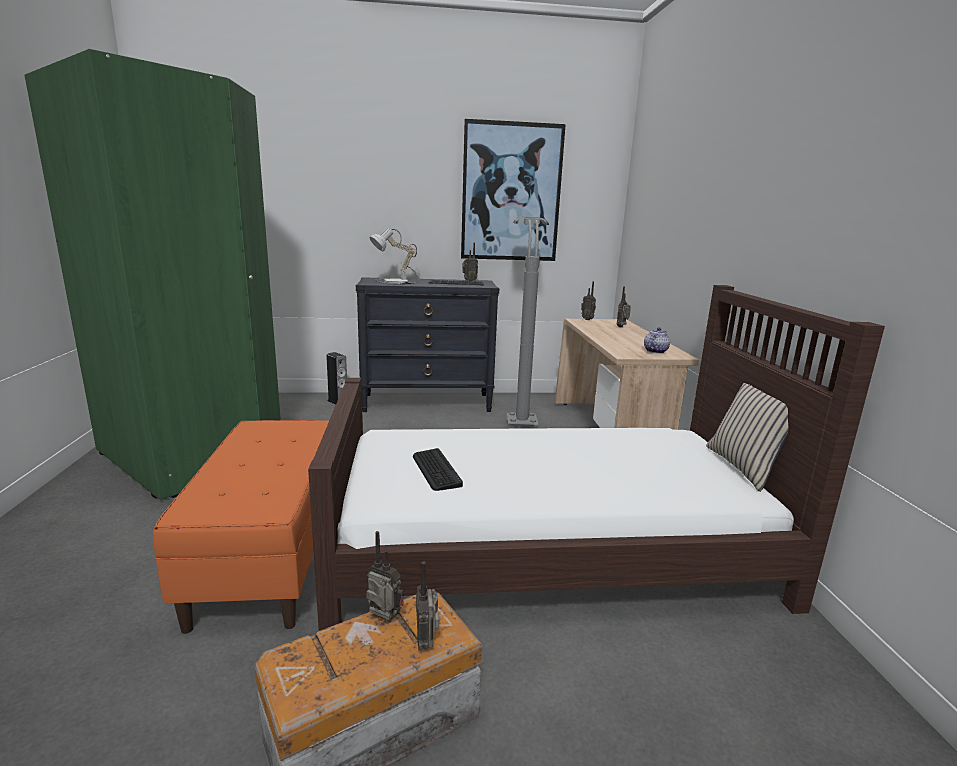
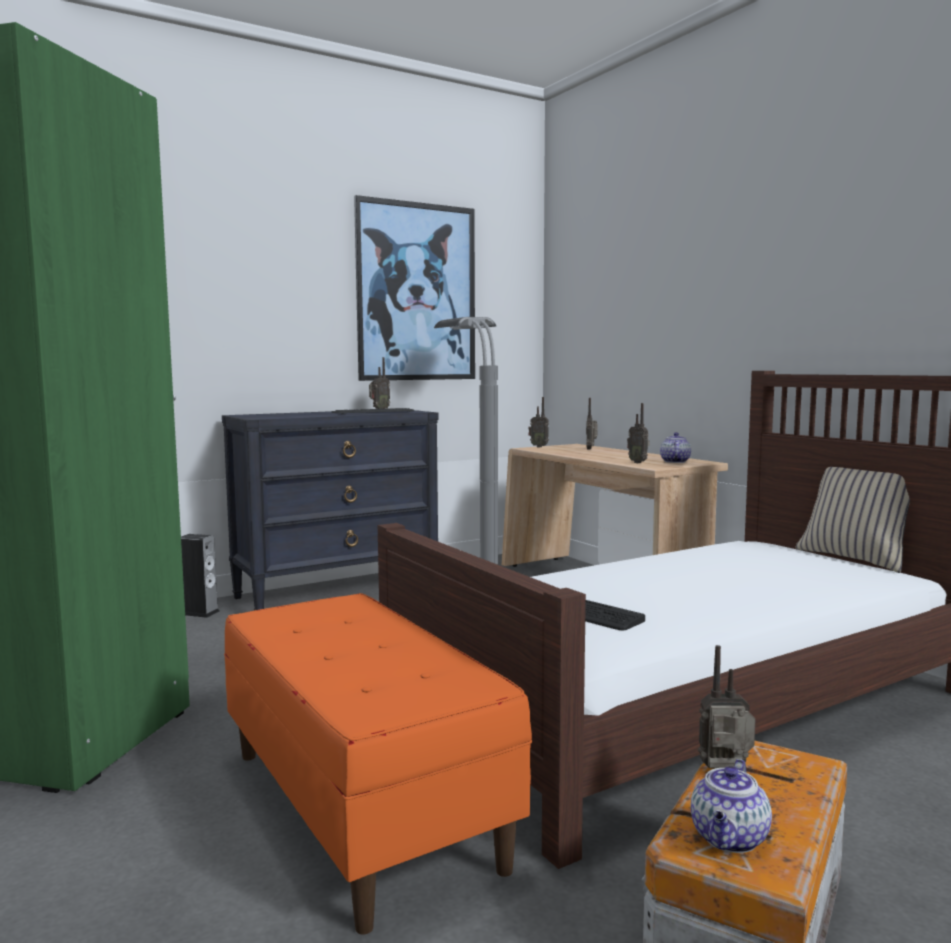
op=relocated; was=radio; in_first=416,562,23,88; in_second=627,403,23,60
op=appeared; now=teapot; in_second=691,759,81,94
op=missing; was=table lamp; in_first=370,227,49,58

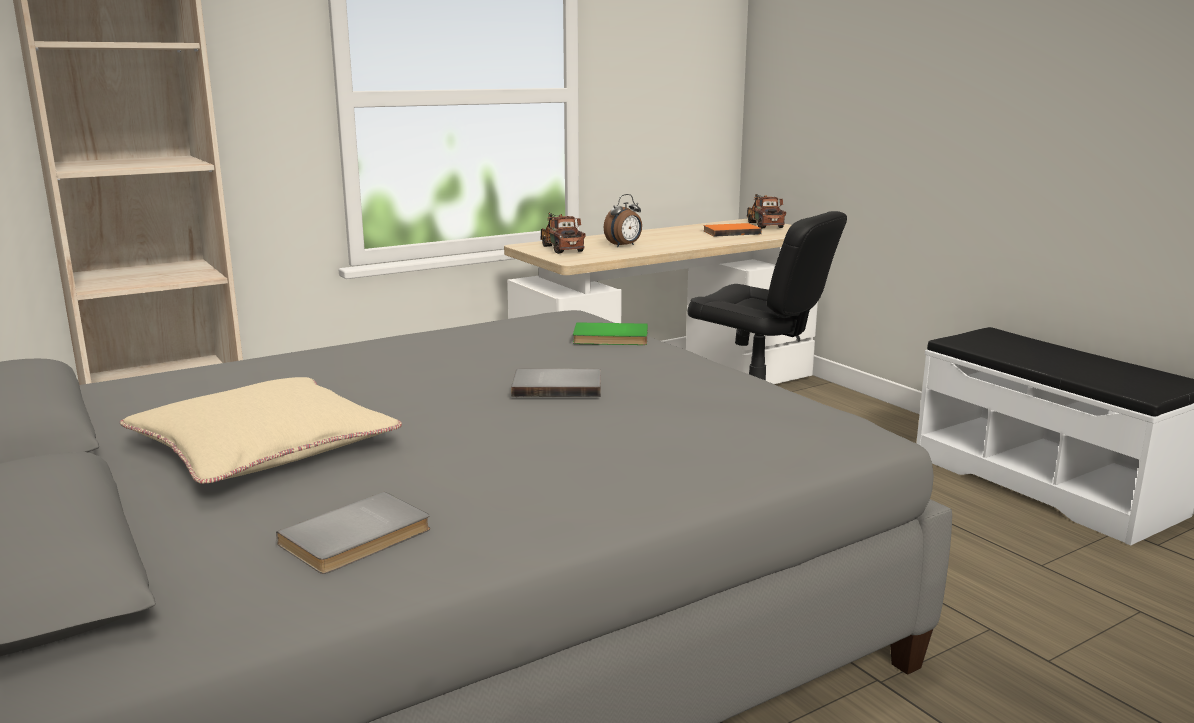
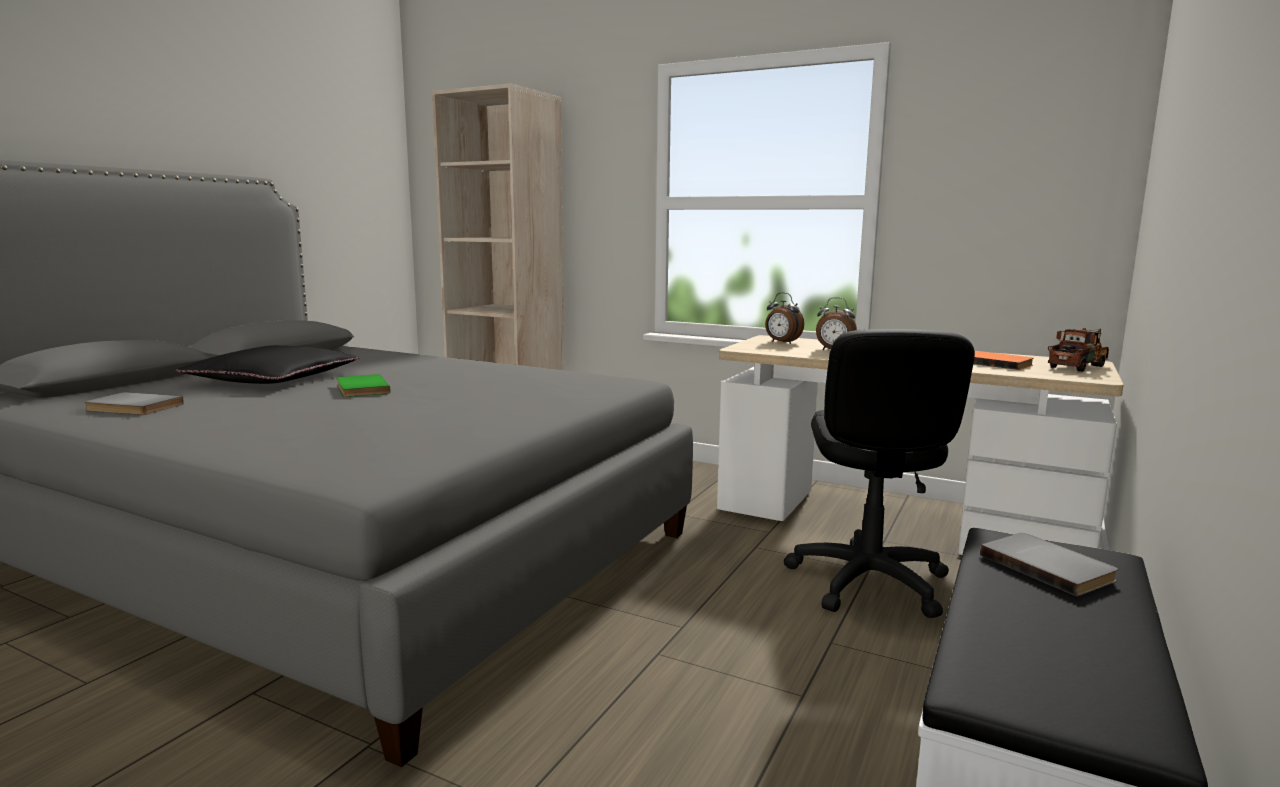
op=colour; was=pillow/beige; now=pillow/black; in_first=120,377,282,107; in_second=176,345,184,39
op=relocated; was=book/green; in_first=573,322,75,23; in_second=337,374,53,23
op=exchanged; was=toy truck; now=alarm clock; in_first=541,213,45,41; in_second=765,292,39,52
op=relocated; was=book/grey; in_first=511,368,90,29; in_second=980,533,138,64

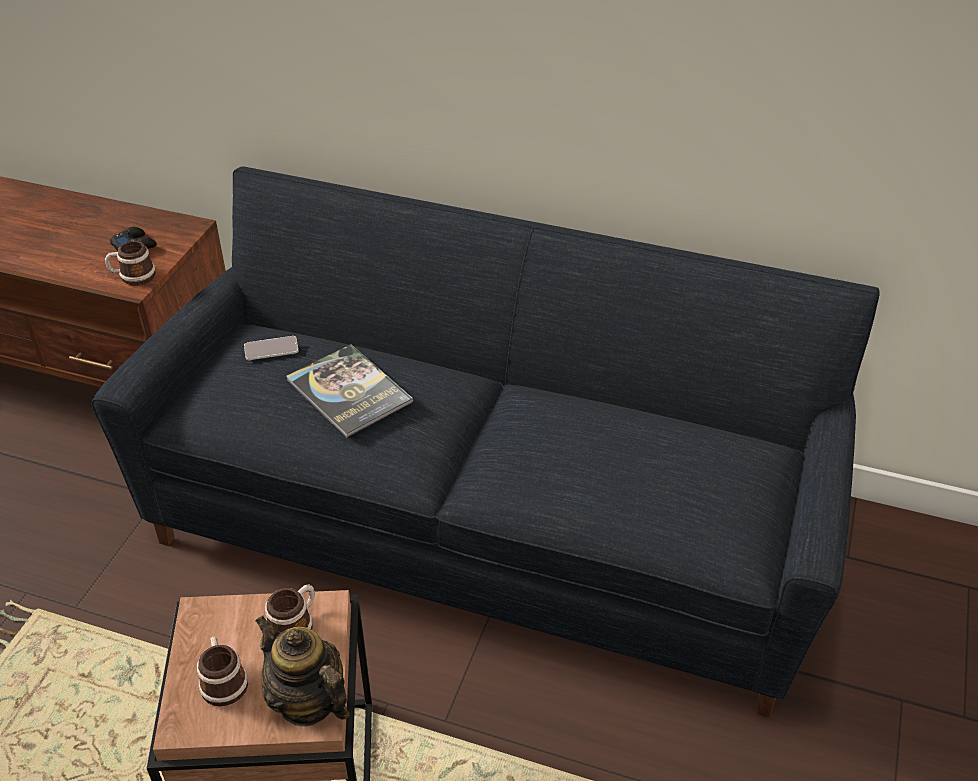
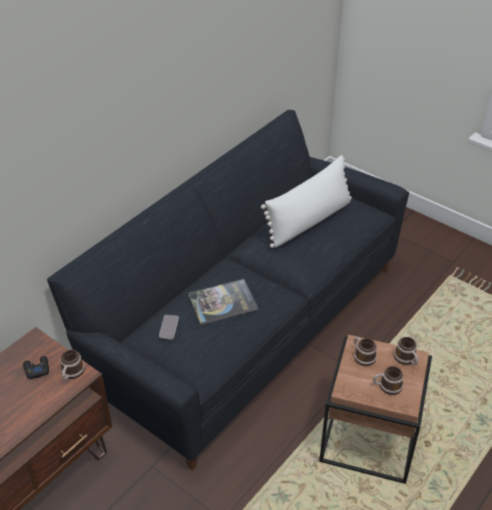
op=appeared; now=pillow/white; in_second=261,155,91,93
op=exchanged; was=teapot; now=mug; in_first=255,615,95,112; in_second=394,337,24,28

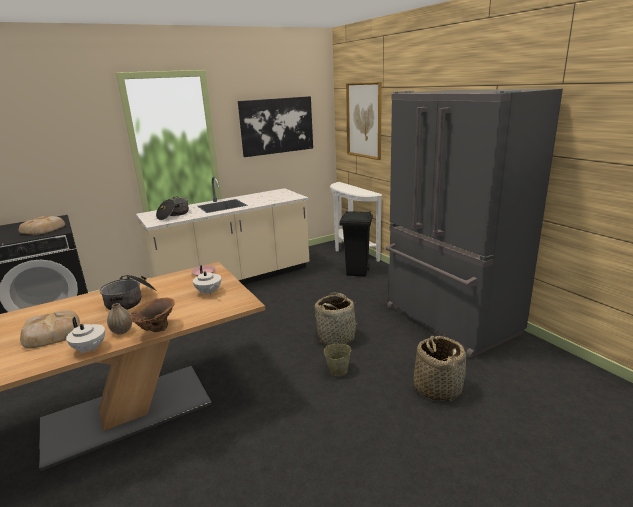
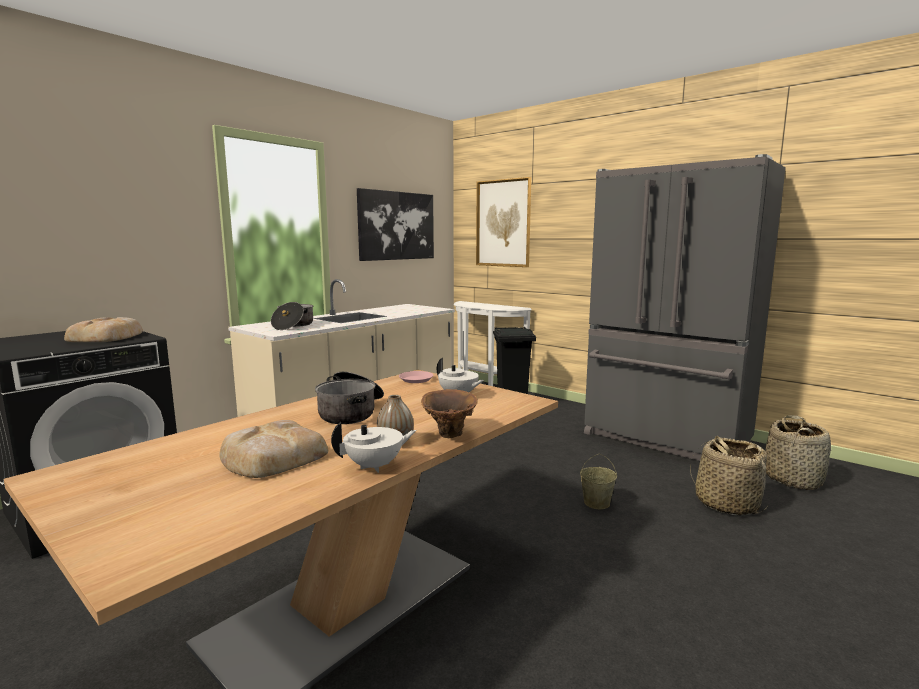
op=spun; was=teapot/white; in_first=66,317,39,36; in_second=331,422,86,51; clockwise=-45
op=relocated; was=basket; in_first=314,292,47,53; in_second=765,415,66,75

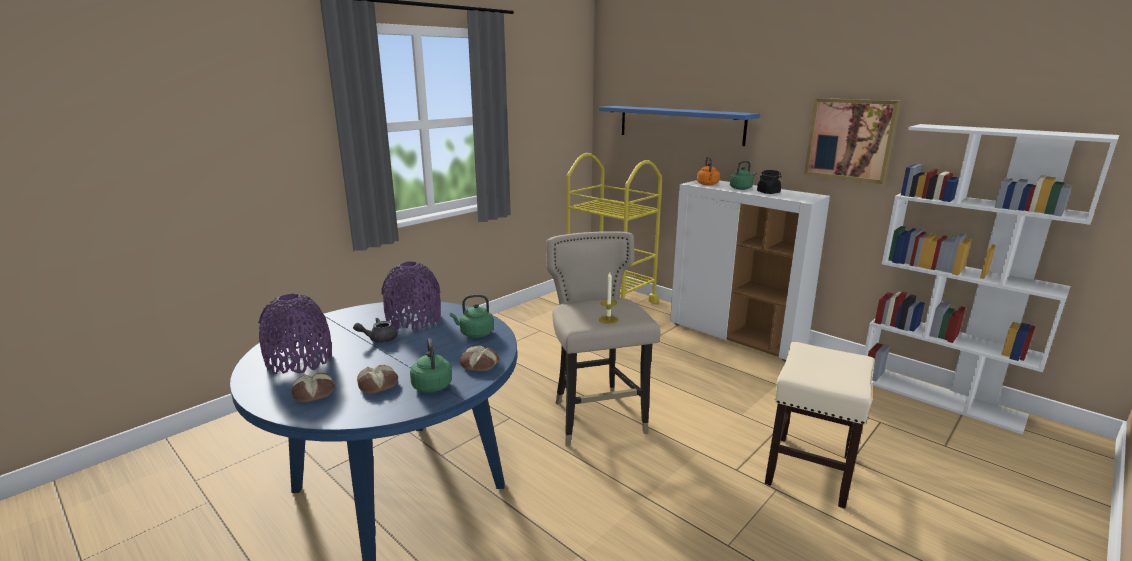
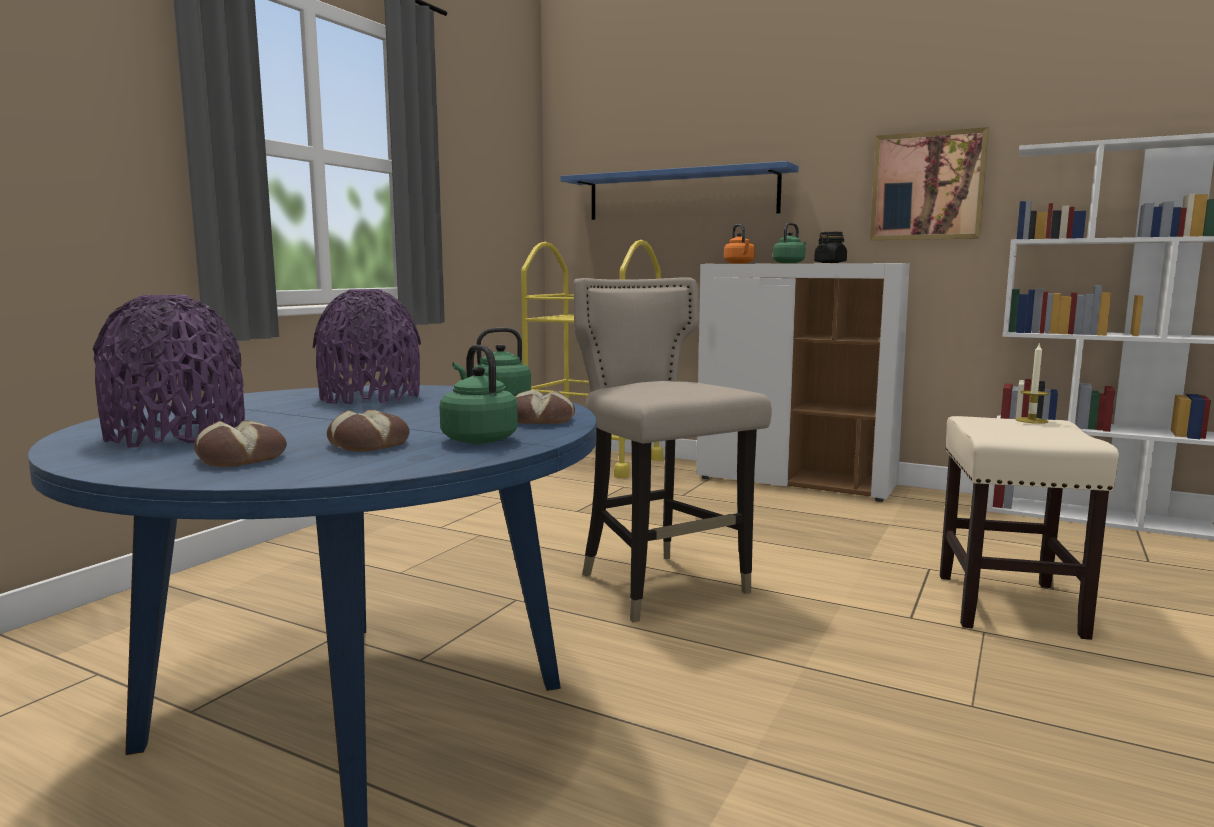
op=relocated; was=candle; in_first=599,272,19,52; in_second=1015,342,34,82
op=missing; was=teapot/grey; in_first=353,318,44,25

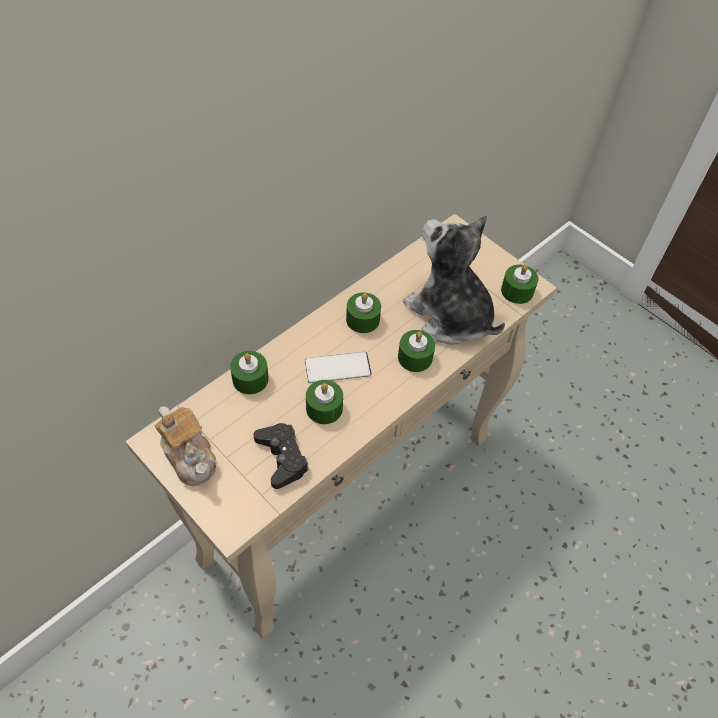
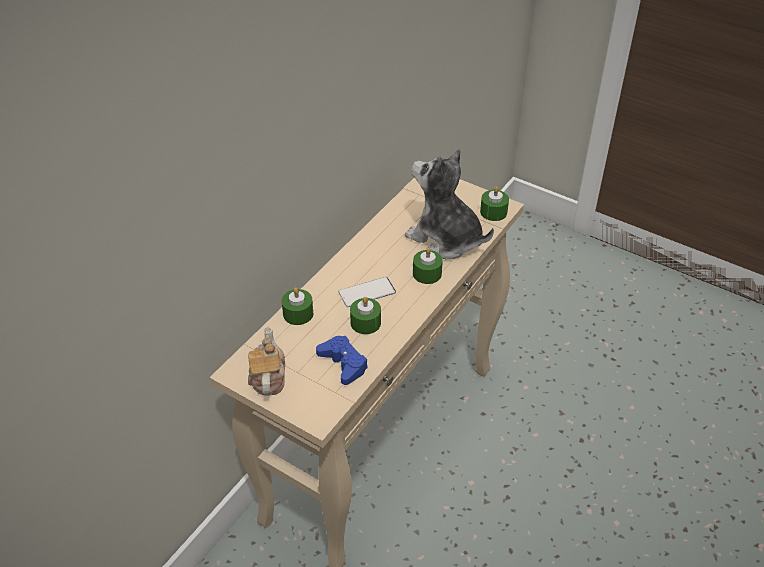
op=spun; was=teapot; in_first=155,406,61,80; in_second=248,327,37,69; clockwise=-135
op=colour; was=game controller/black; now=game controller/blue; in_first=253,423,56,66; in_second=316,336,52,49
op=missing; was=candle/green; in_first=346,293,35,40

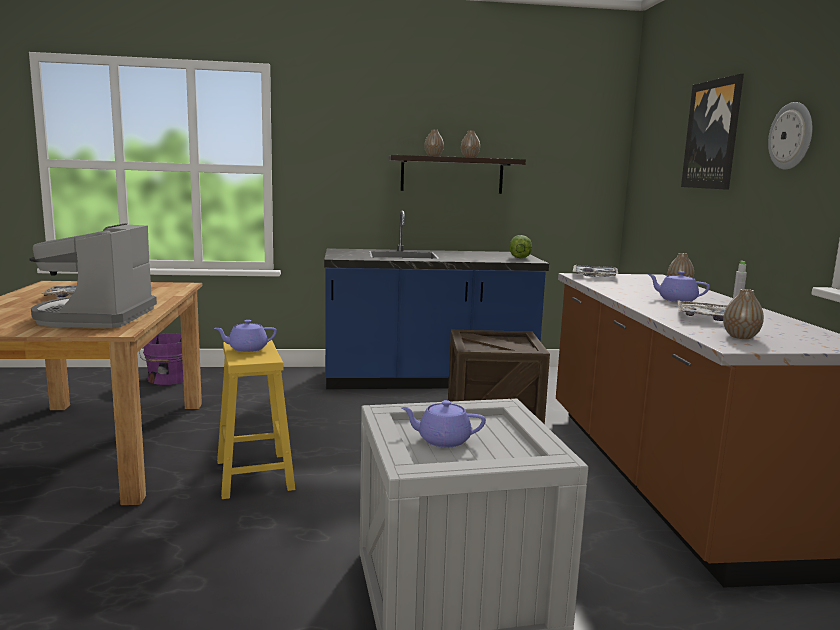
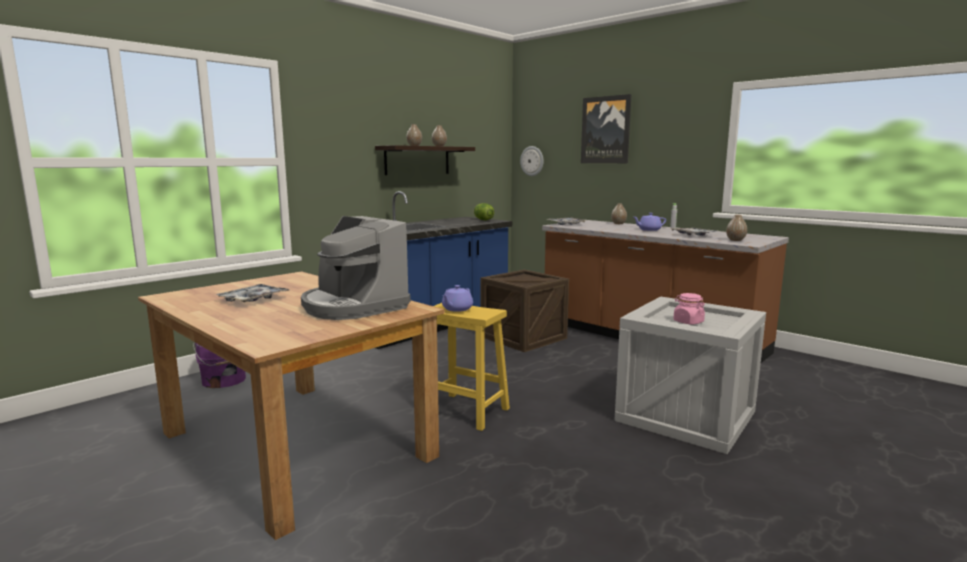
op=relocated; was=wall clock; in_first=768,102,45,68; in_second=520,146,24,30
op=exchanged; was=teapot/purple; now=jar/pink; in_first=400,400,86,47; in_second=673,293,32,32

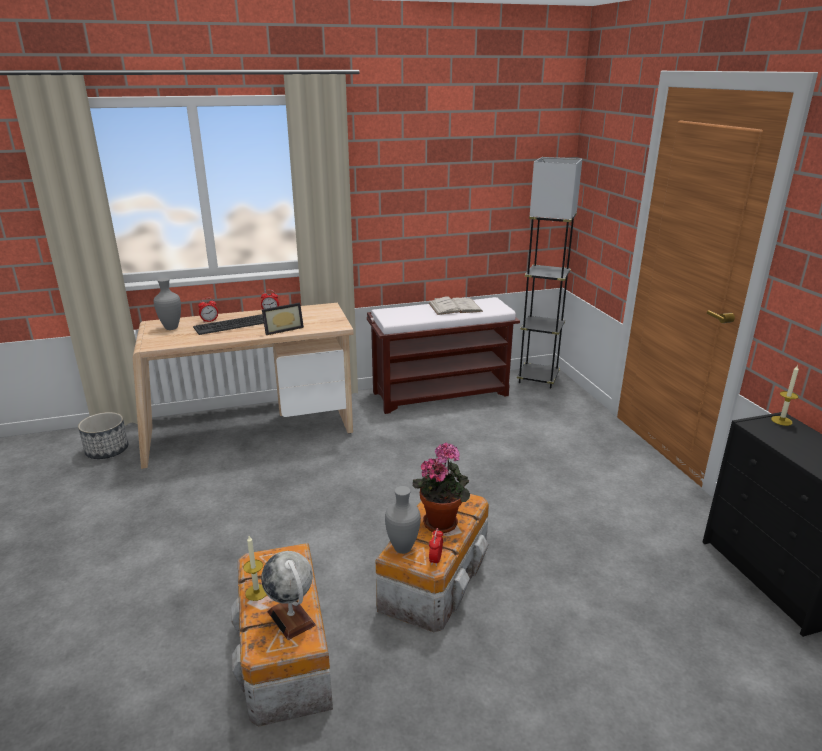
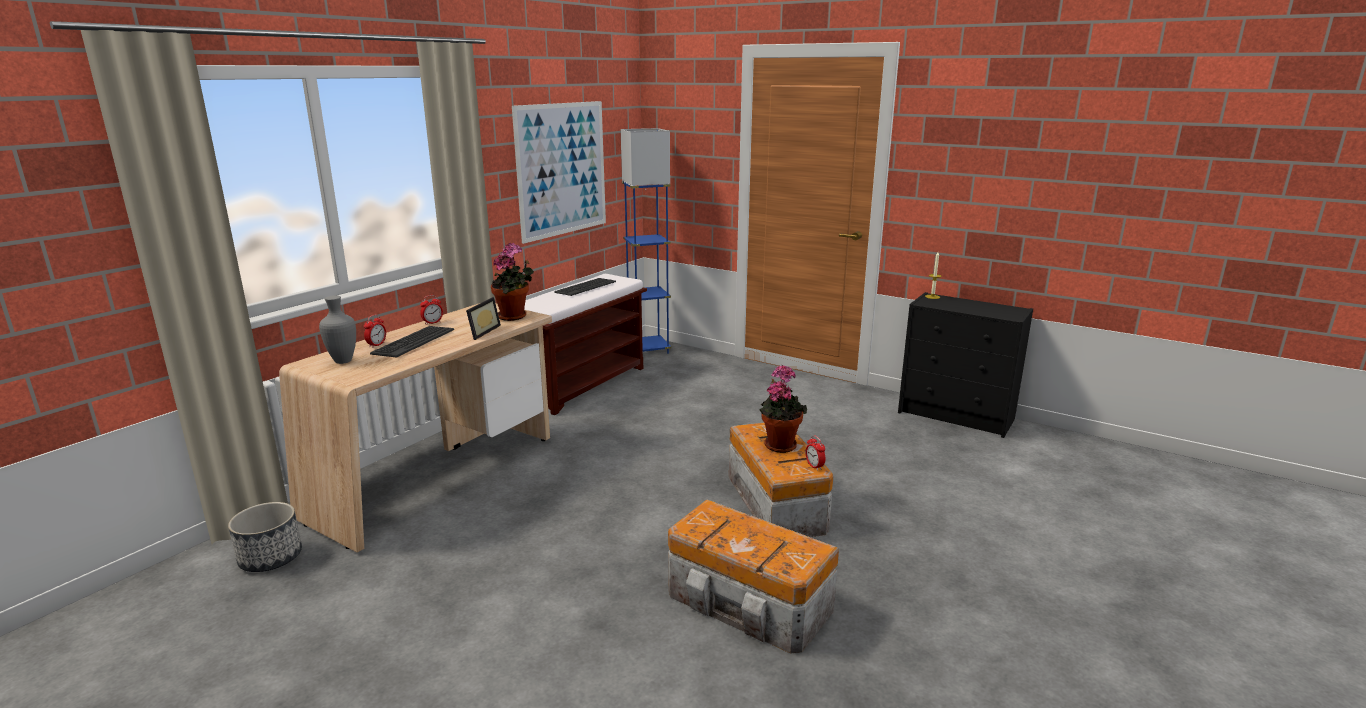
op=appeared; now=potted plant; in_second=491,243,43,78
op=appeared; now=picture; in_second=512,101,94,143
op=exchanged; was=book/white; now=keyboard; in_first=429,296,54,19; in_second=554,278,62,18
op=colour; was=floor lamp/grey; now=floor lamp/blue; in_first=517,157,66,231; in_second=621,128,50,226
op=missing; was=candle; in_first=243,536,24,65
op=missing; was=globe; in_first=261,551,55,89
op=missing; was=vase/grey; in_first=385,486,36,68

